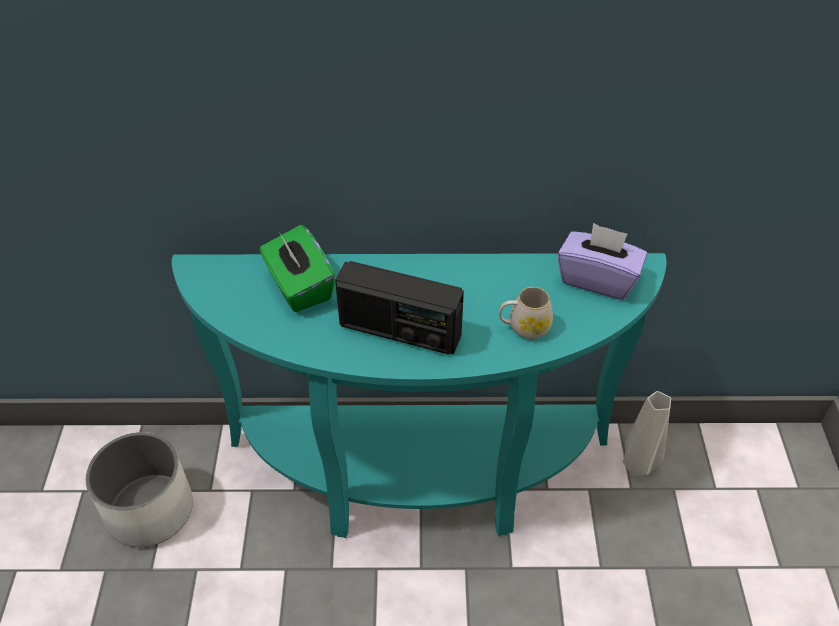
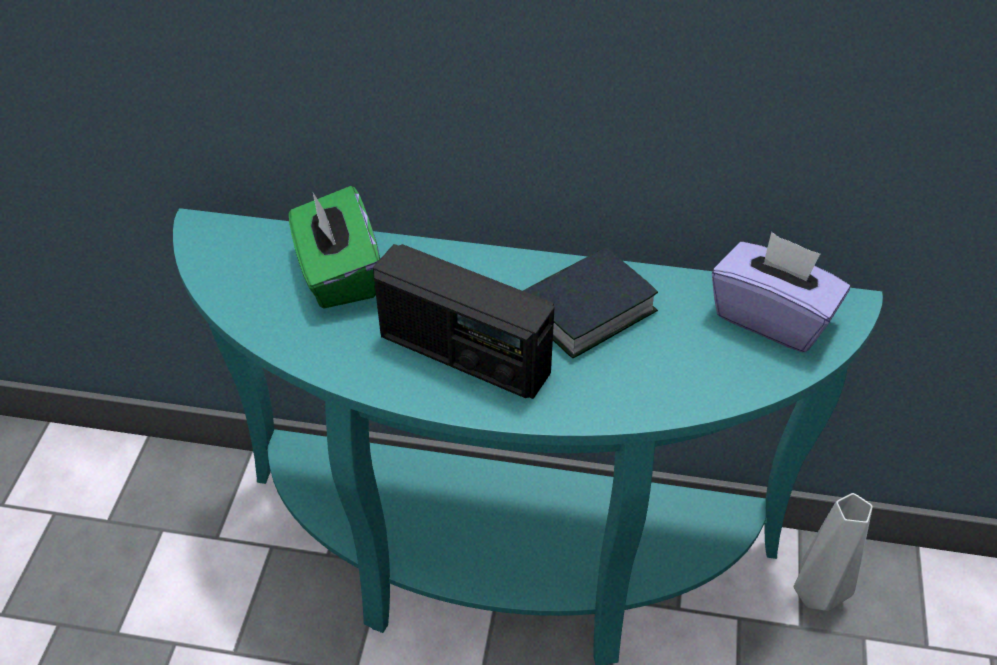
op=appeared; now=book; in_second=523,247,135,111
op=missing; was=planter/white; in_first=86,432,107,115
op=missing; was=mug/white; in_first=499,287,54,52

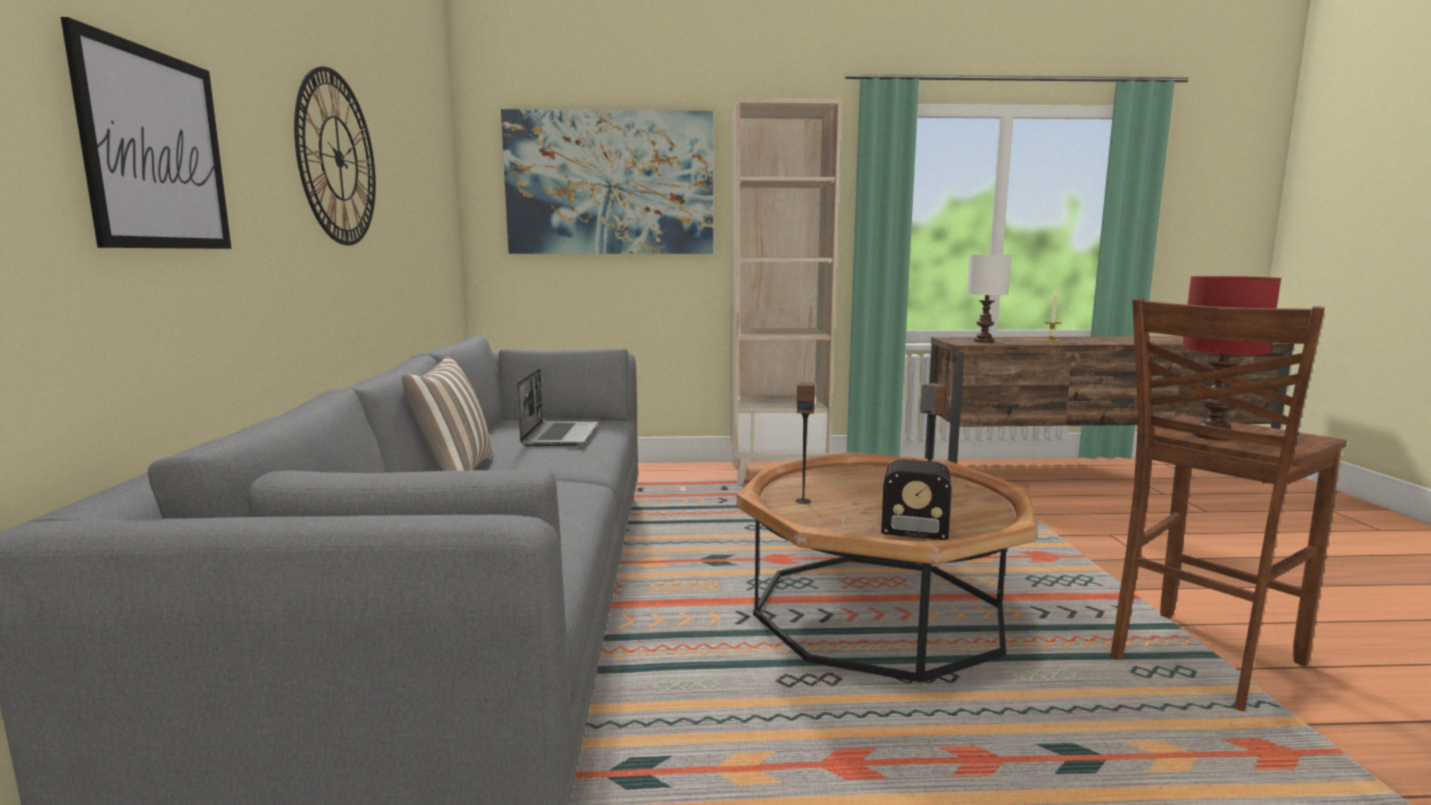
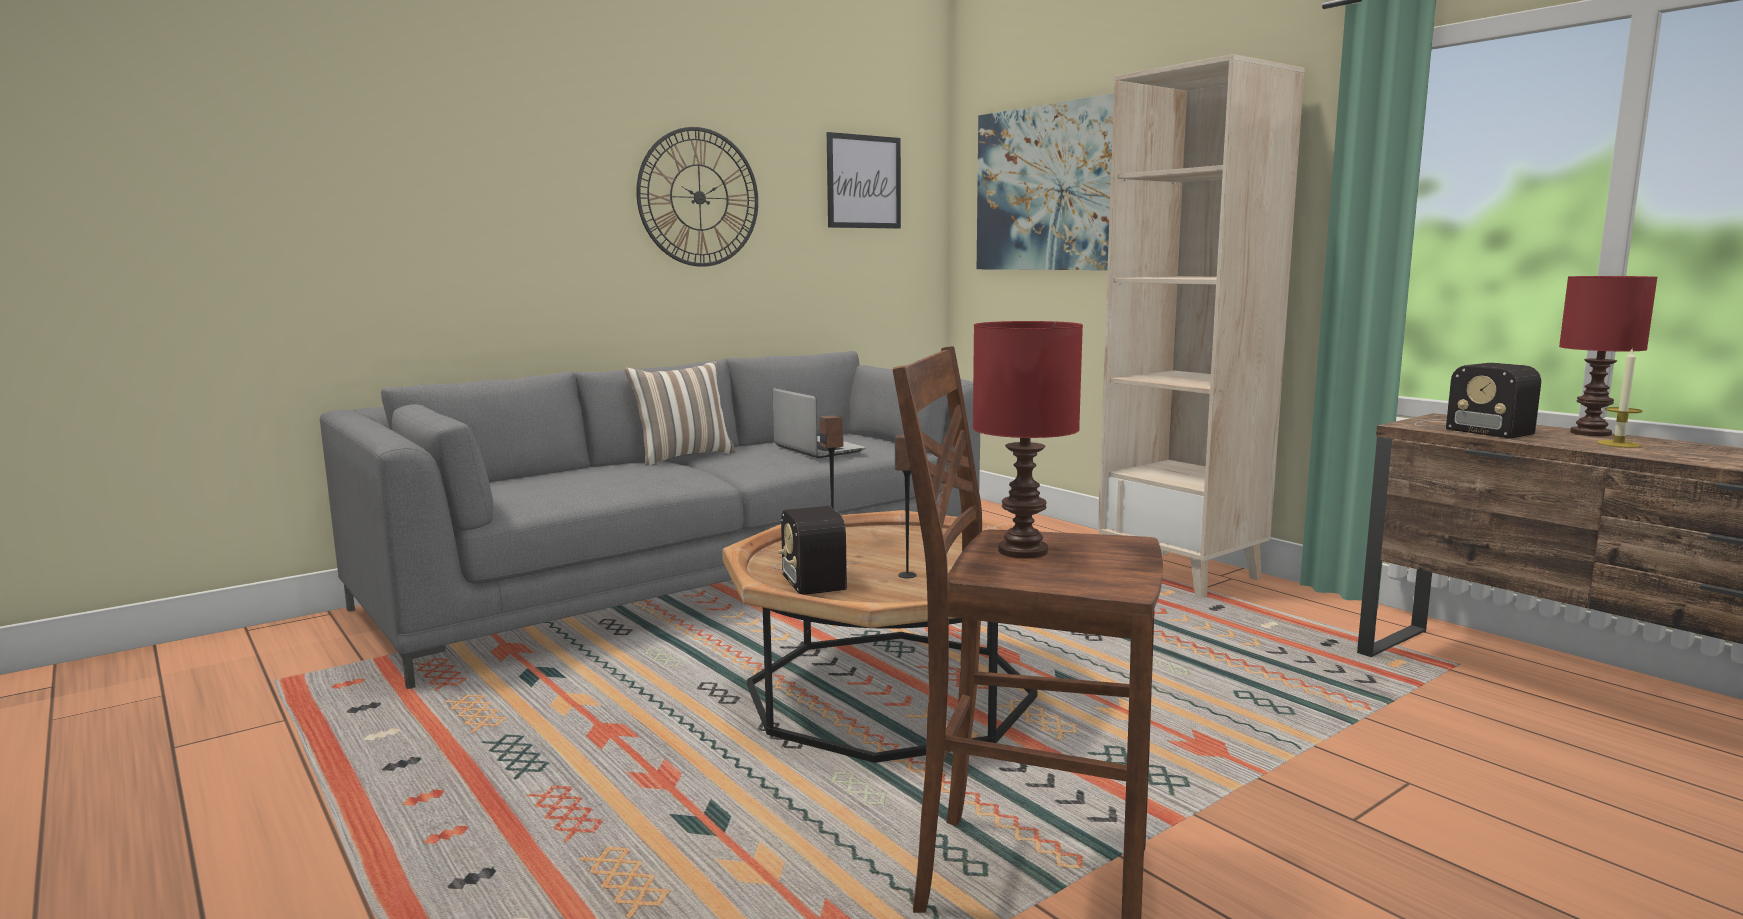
op=spun; was=laptop; in_first=517,368,82,78; in_second=773,388,93,70; clockwise=-90
op=relocated; was=picture; in_first=61,17,170,232; in_second=827,132,74,97
op=exchanged; was=table lamp/white; now=radio; in_first=967,255,44,88; in_second=1415,363,126,76
op=appeared; now=table lamp/red; in_second=1559,276,98,160

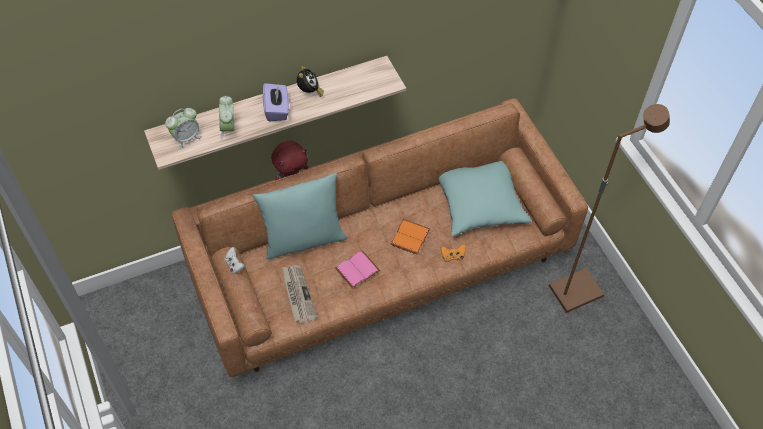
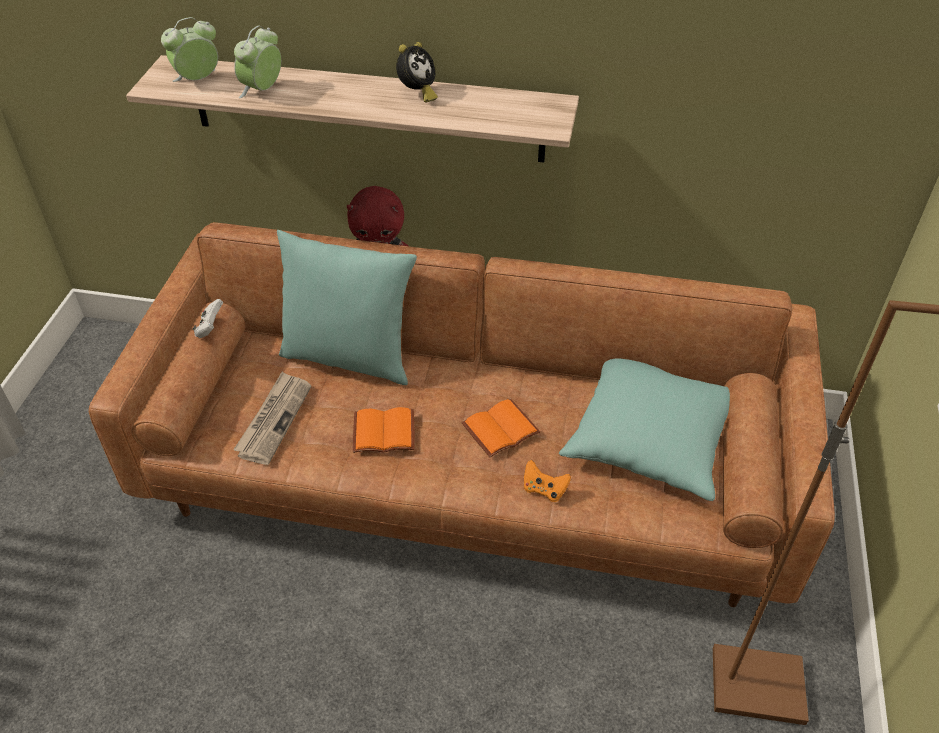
op=spun; was=alarm clock; in_first=165,108,37,41; in_second=161,17,57,65; clockwise=150
op=colour; was=book/pink; now=book/orange; in_first=335,251,45,38; in_second=353,407,61,46
op=missing; was=tissue box/purple; in_first=263,83,26,39

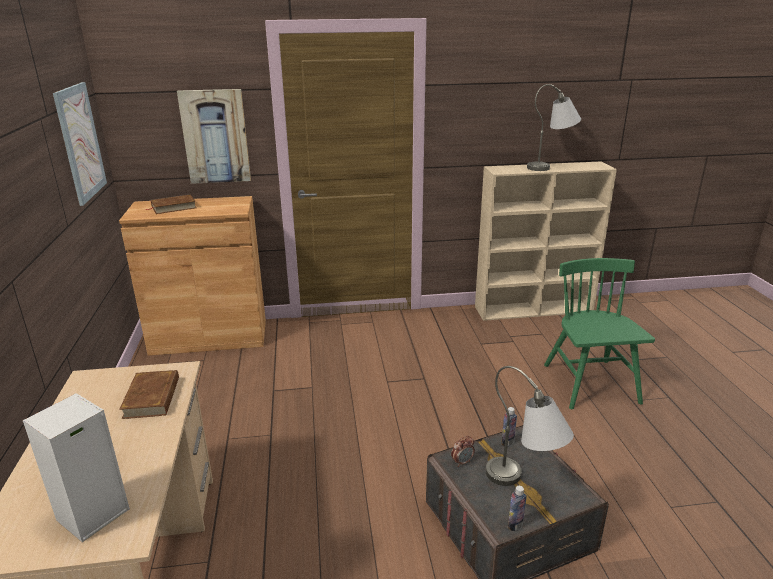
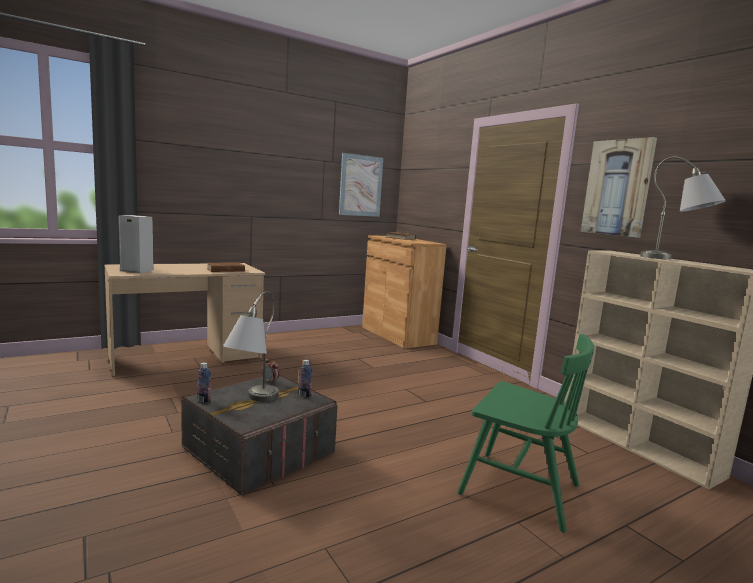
op=spun; was=chair/green; in_first=544,258,111,151; in_second=457,334,137,199; clockwise=60
op=relocated; was=picture; in_first=177,89,74,95; in_second=581,137,76,101

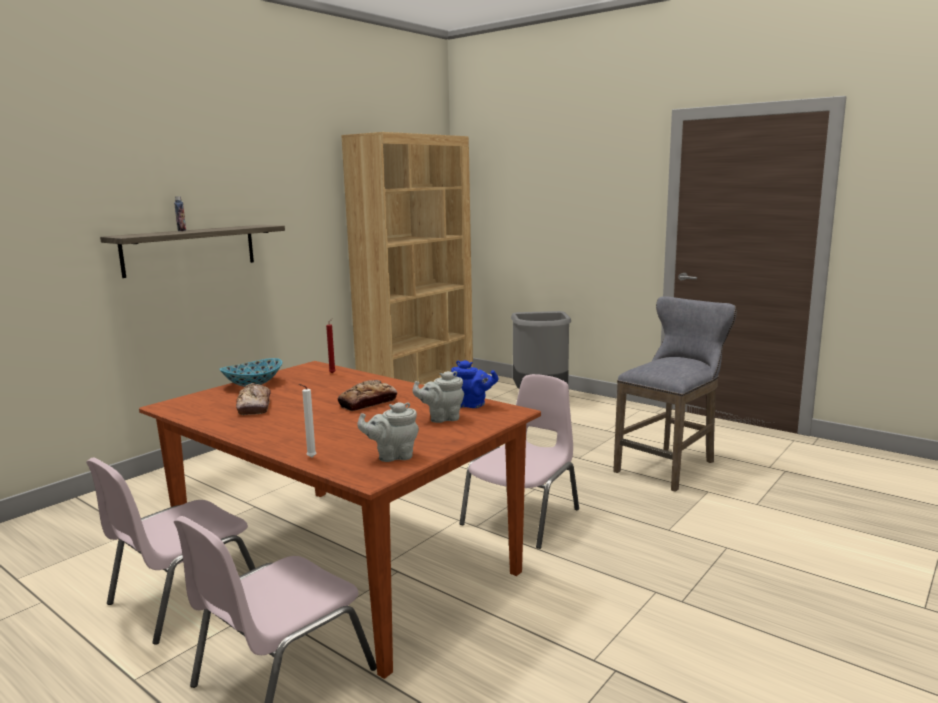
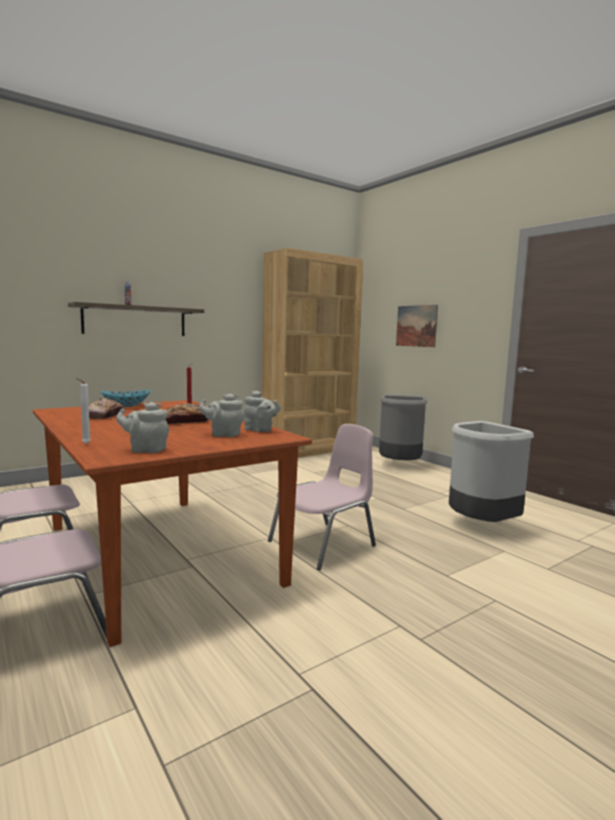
op=colour; was=teapot/blue; now=teapot/grey; in_first=451,360,48,48; in_second=244,391,37,41
op=appeared; now=picture; in_second=396,305,42,42
op=exchanged; was=stool/grey; now=trash can/grey; in_first=613,296,124,196; in_second=449,421,85,101

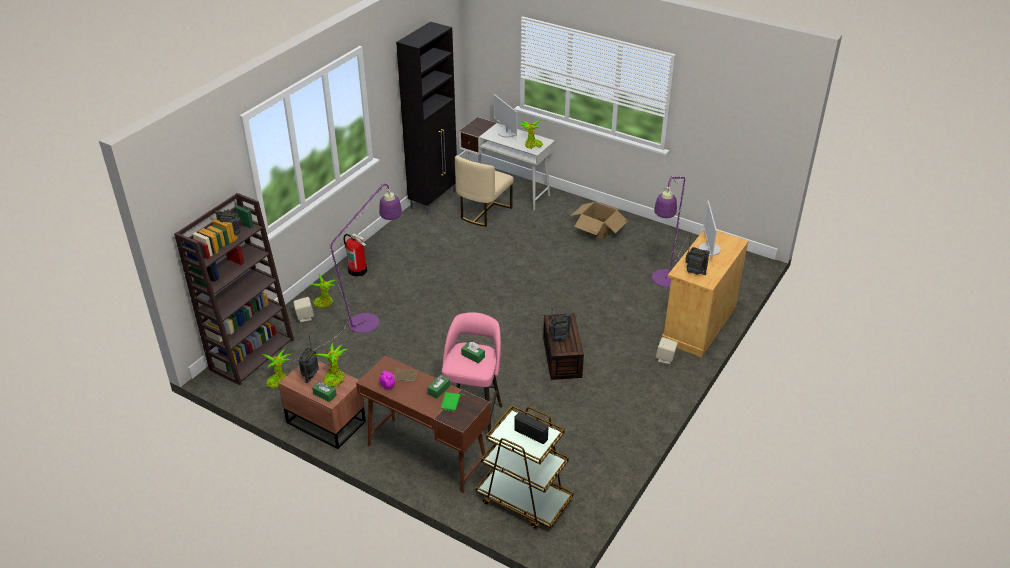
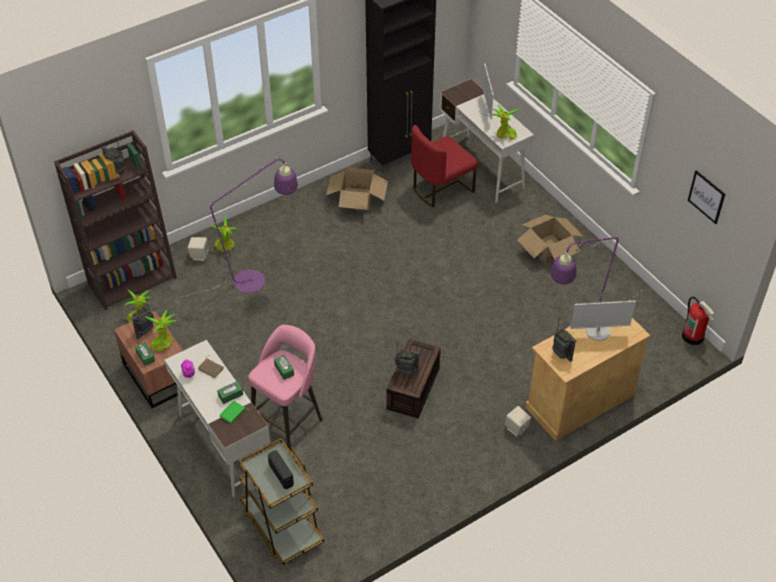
op=colour; was=desk/brown; now=desk/white; in_first=356,355,134,138; in_second=164,340,106,157
op=appeared; now=cardboard box; in_second=326,167,62,43
op=colour; was=chair/beige; now=chair/red; in_first=455,156,59,71; in_second=411,125,67,82
op=spun; was=monitor; in_first=699,201,22,57; in_second=571,301,65,40; clockwise=-120
op=relocated; was=fire extinguisher; in_first=343,233,24,44; in_second=682,297,32,48
op=appeared; now=picture; in_second=688,170,37,54

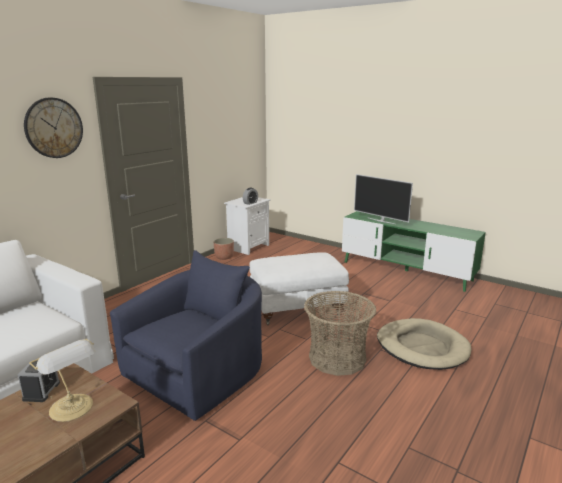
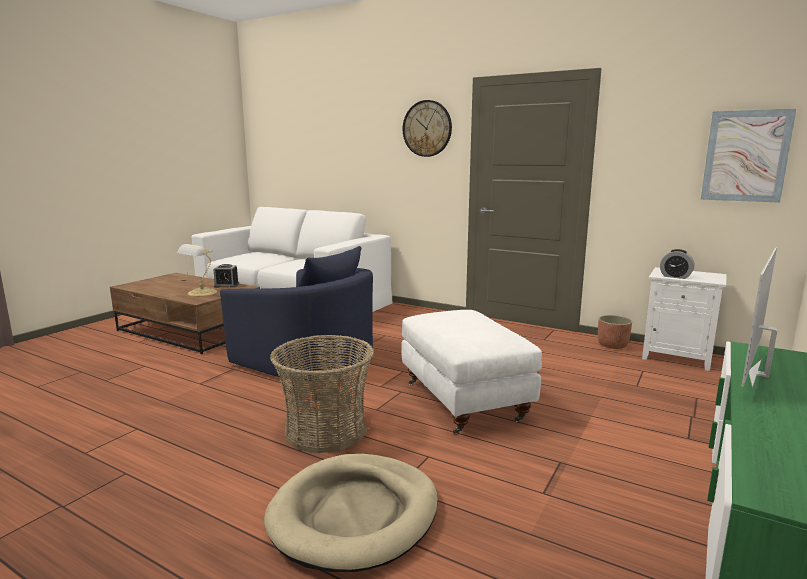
op=appeared; now=picture; in_second=701,109,95,94

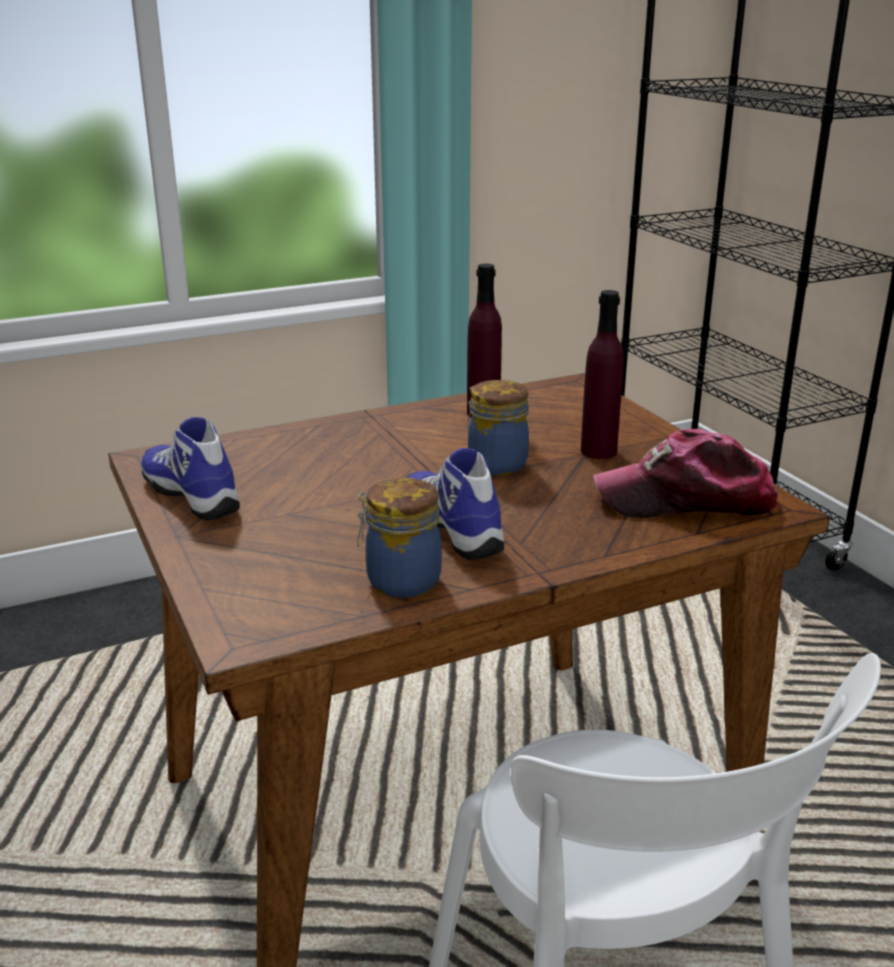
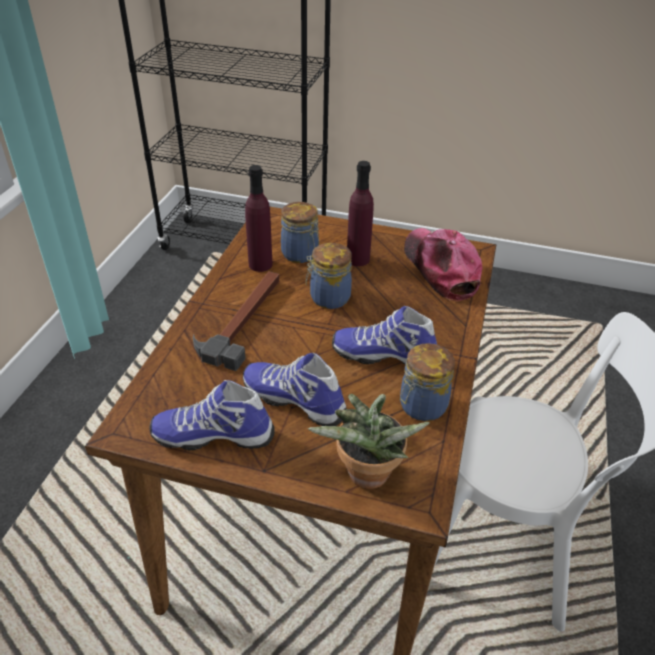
op=appeared; now=hammer; in_second=193,271,86,100
op=appeared; now=shoe; in_second=243,353,104,73
op=appeared; now=jar; in_second=281,202,38,61
op=appeared; now=potted plant; in_second=308,394,121,95
op=spun; was=cap; in_first=593,429,185,89; in_second=404,228,78,74; clockwise=120

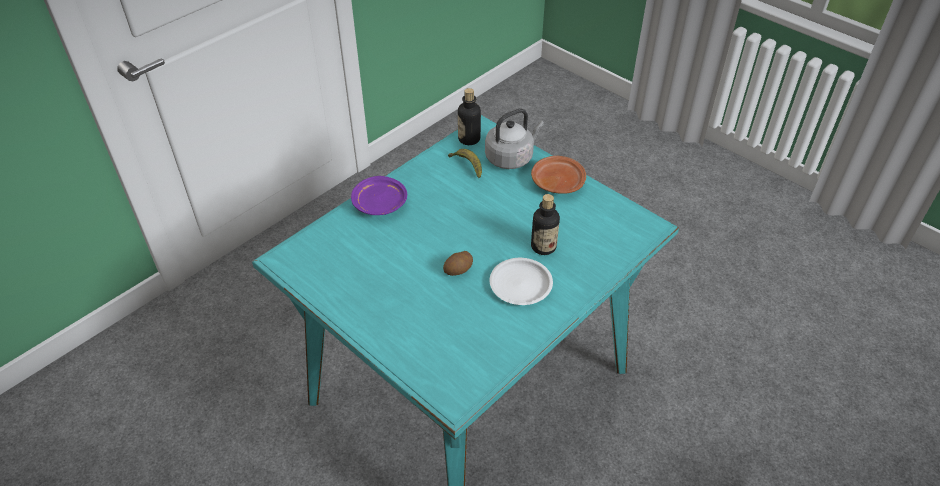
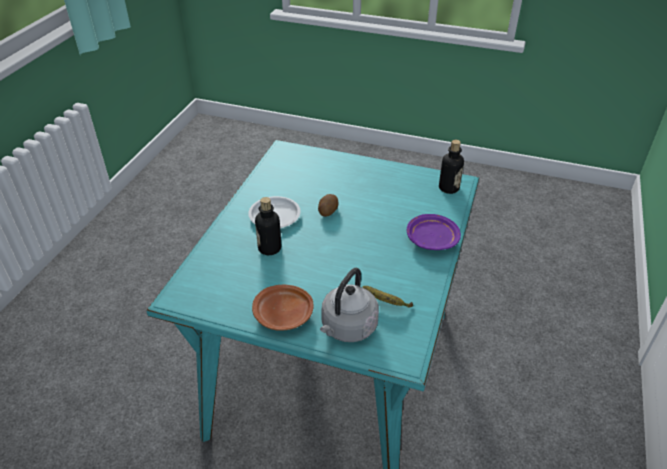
op=relocated; was=bottle; in_first=458,88,23,57; in_second=439,140,25,54

